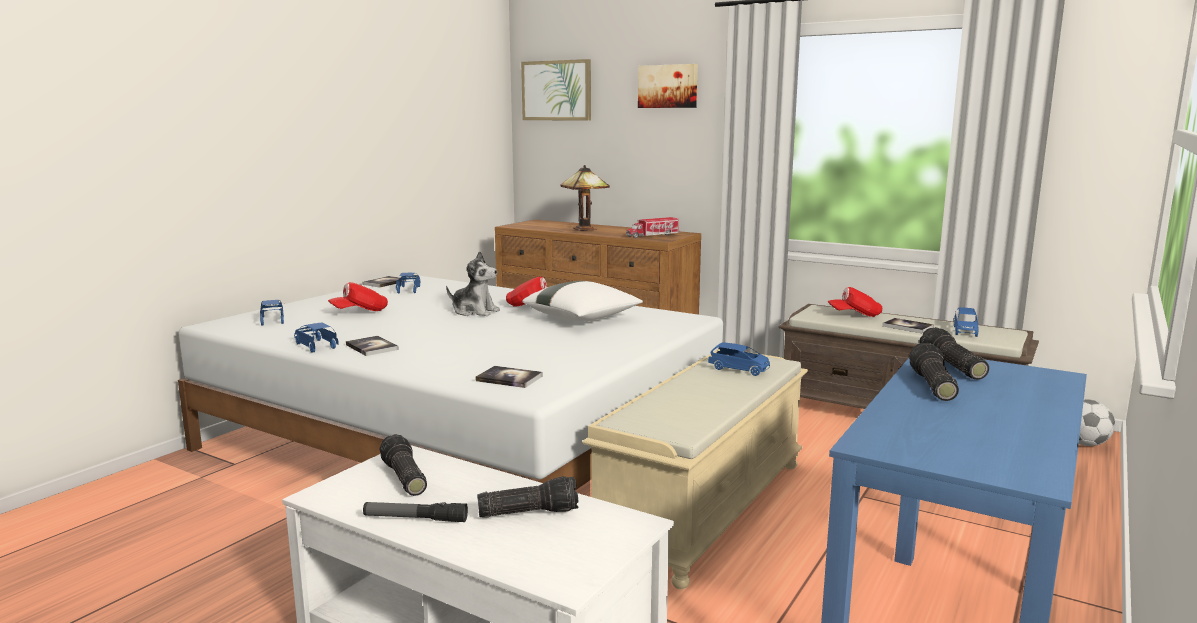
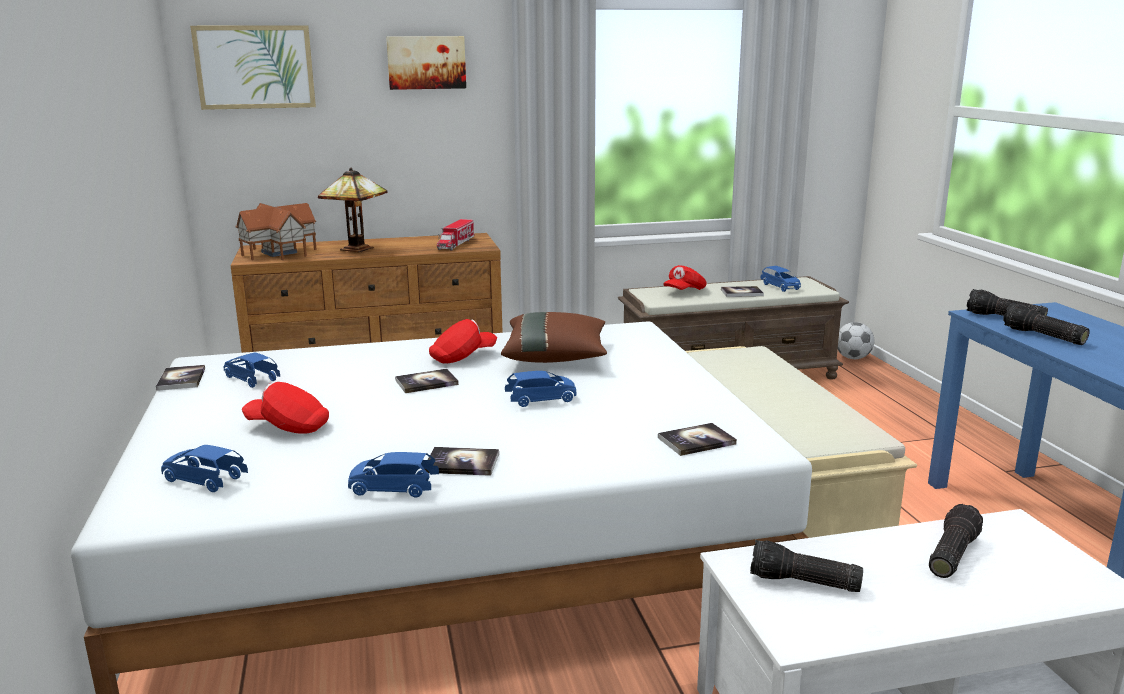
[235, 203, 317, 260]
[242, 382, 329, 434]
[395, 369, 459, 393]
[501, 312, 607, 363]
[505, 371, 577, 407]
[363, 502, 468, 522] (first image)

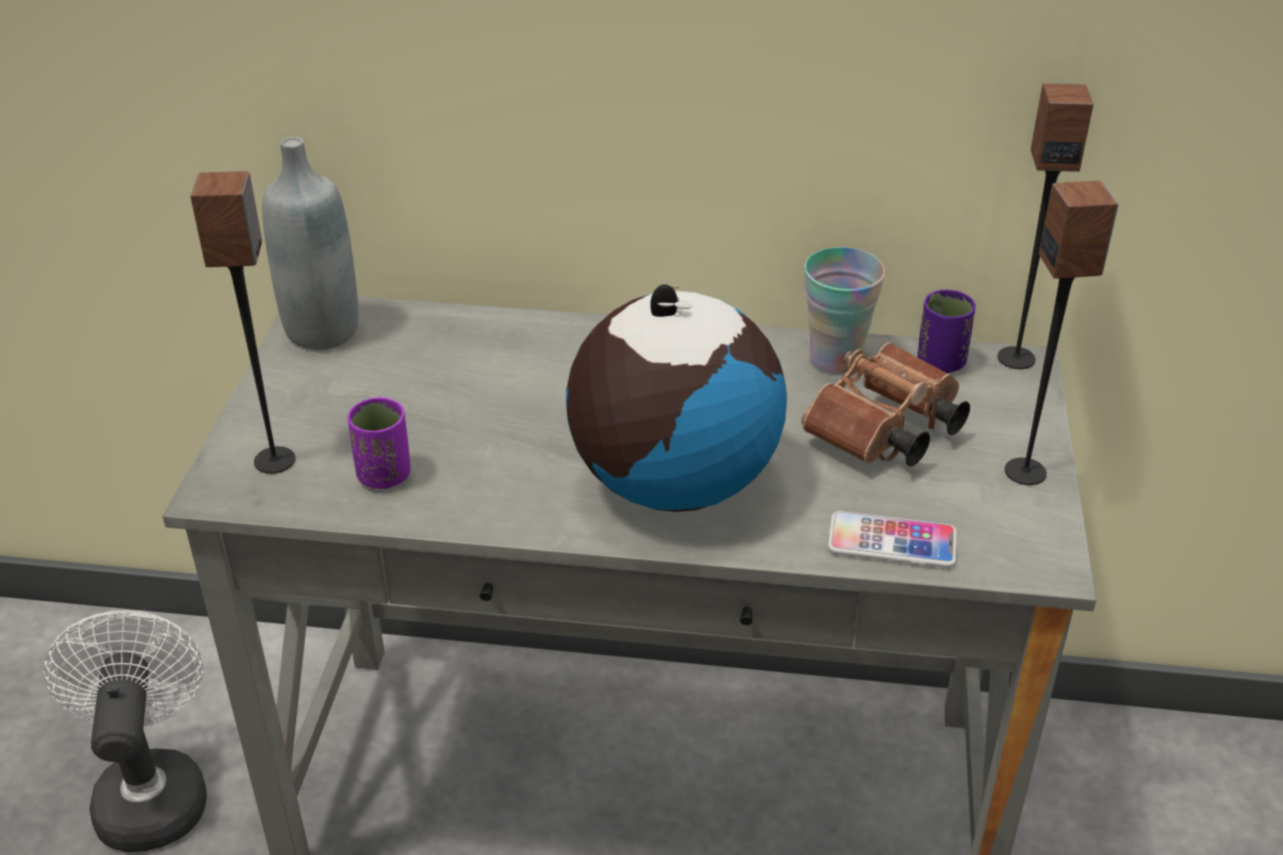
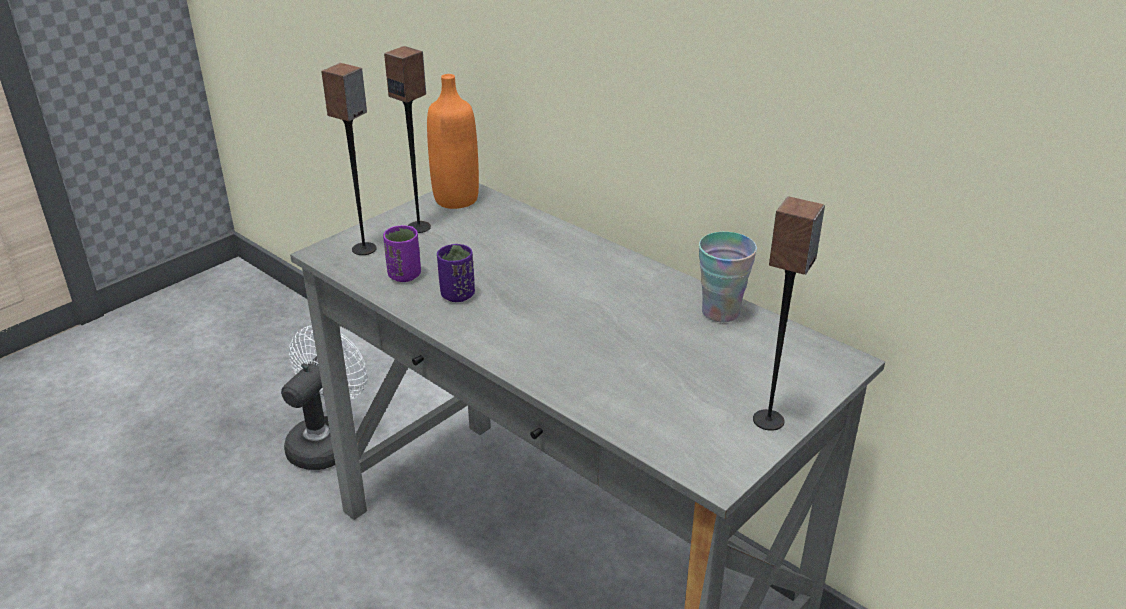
[384, 46, 431, 233]
[427, 74, 479, 209]
[437, 244, 475, 302]
[566, 284, 787, 512] (first image)
[802, 342, 970, 466] (first image)
[828, 511, 957, 568] (first image)

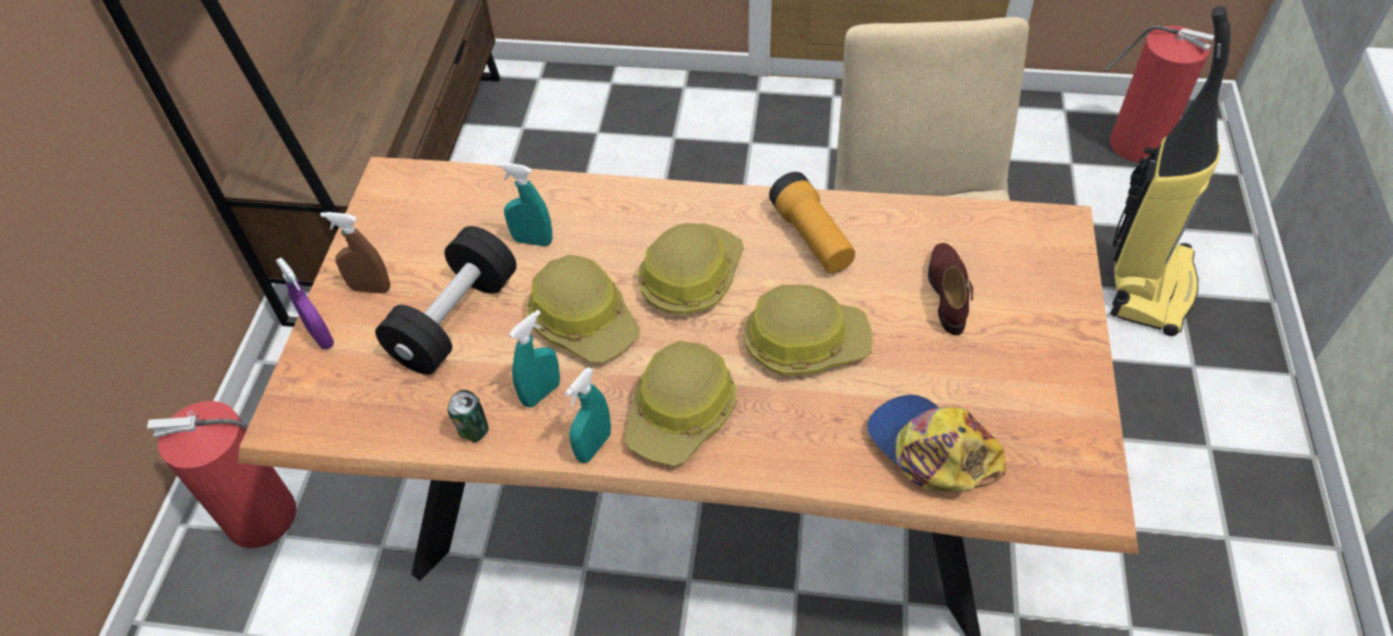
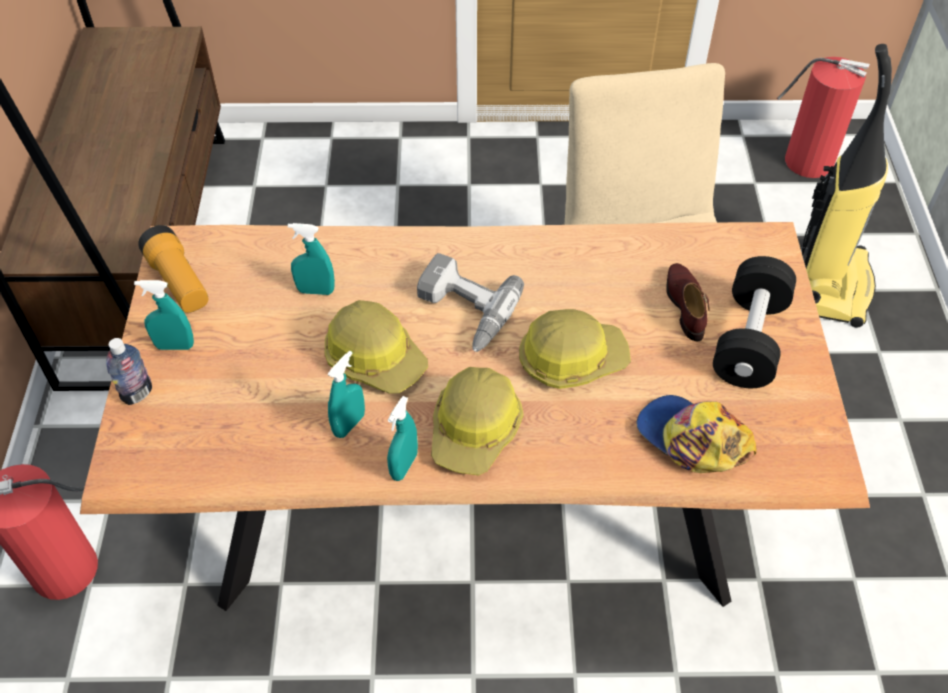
[106, 338, 152, 405]
[134, 280, 194, 350]
[138, 225, 208, 313]
[417, 253, 524, 352]
[713, 256, 796, 388]
[448, 390, 489, 443] (first image)

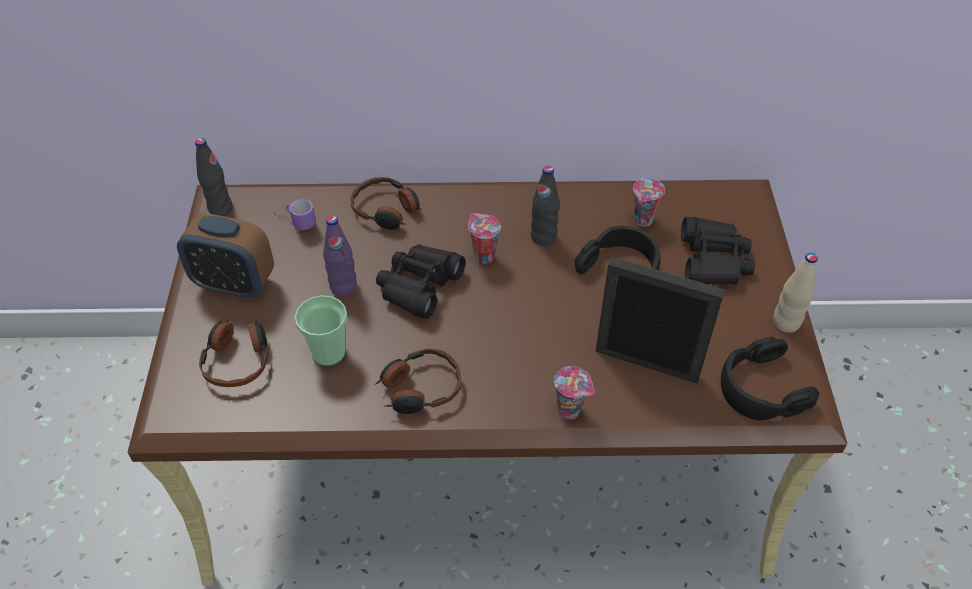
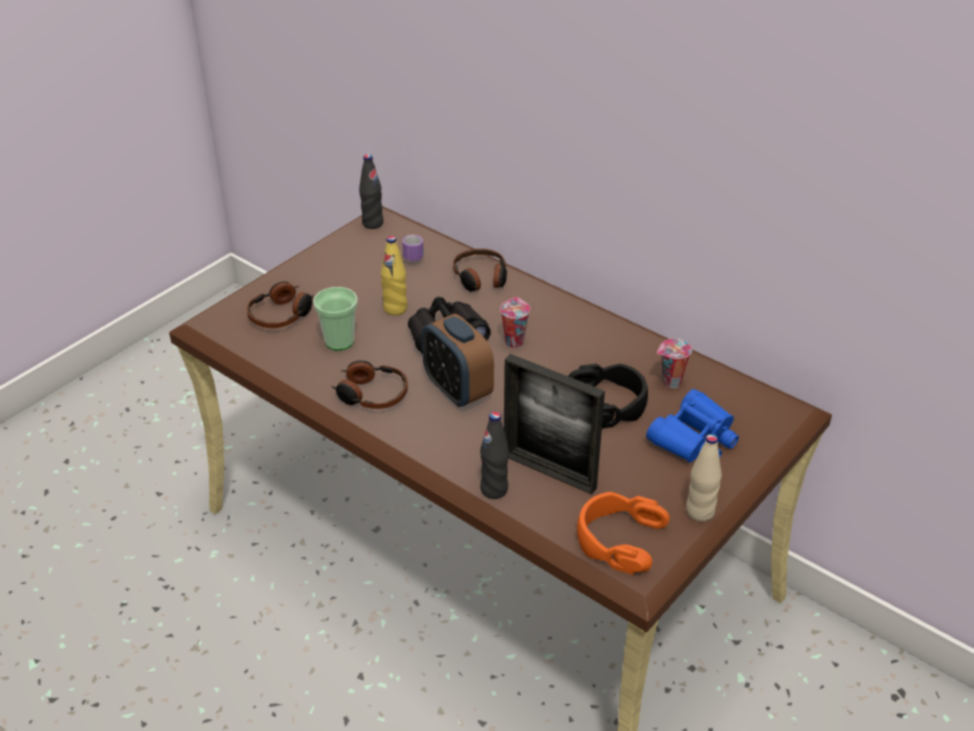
[381, 236, 407, 315]
[422, 314, 494, 407]
[480, 412, 509, 499]
[504, 354, 605, 495]
[577, 492, 670, 574]
[646, 389, 739, 463]
[554, 366, 594, 420] (first image)

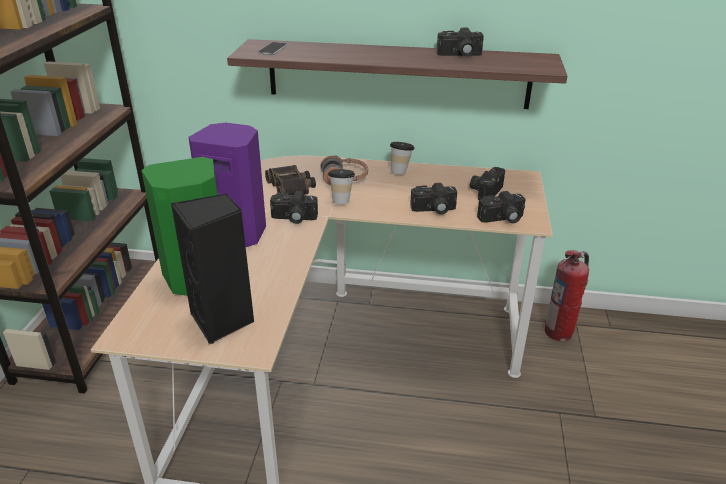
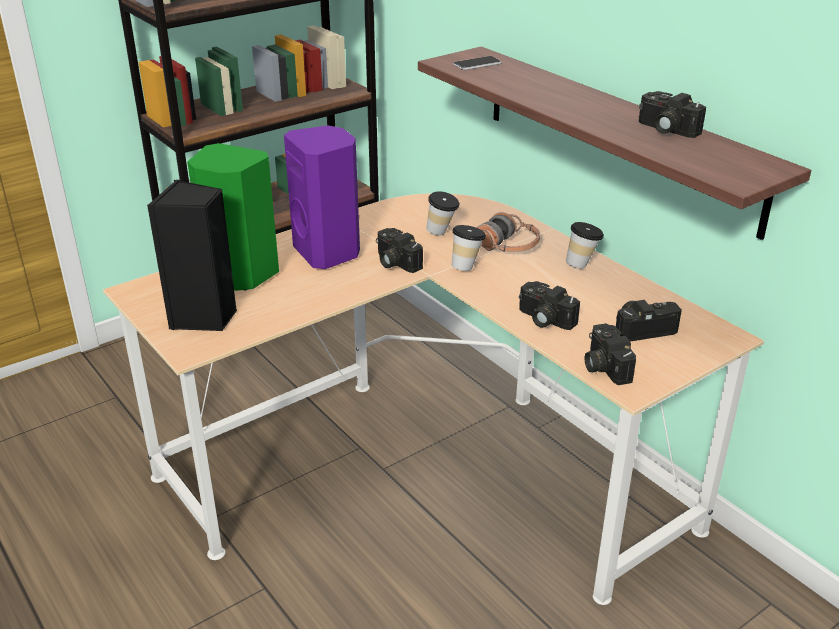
[426, 191, 460, 236]
[585, 323, 636, 385]
[545, 250, 589, 341] (first image)

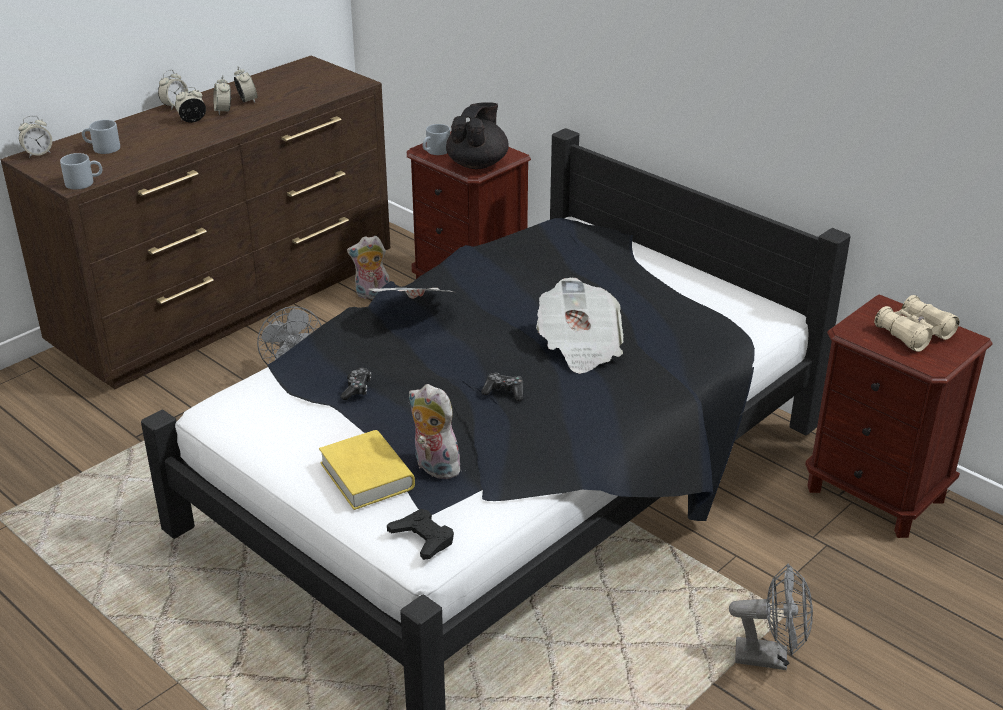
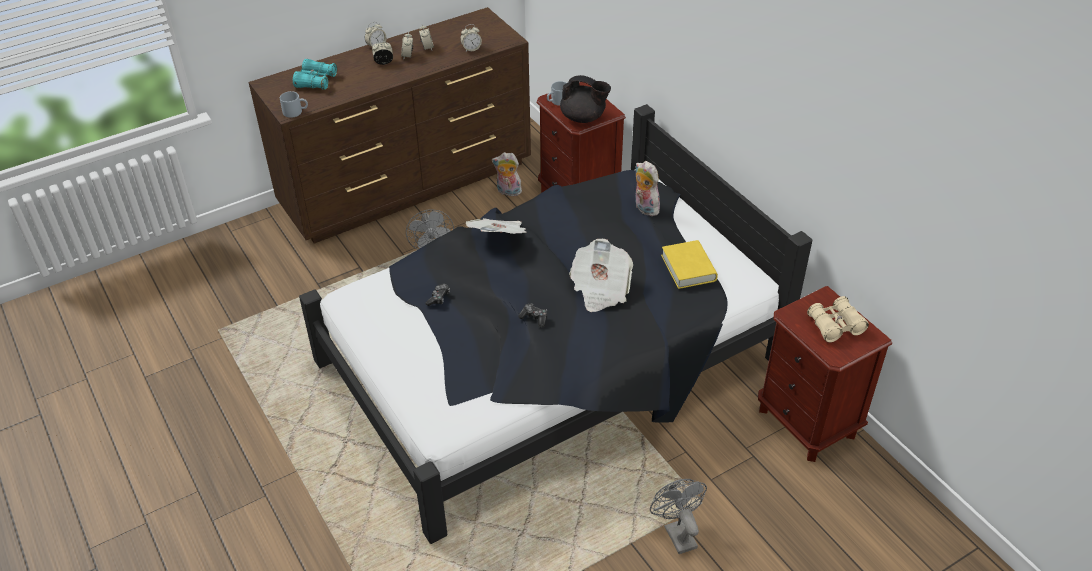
[293, 59, 337, 90]
[460, 24, 482, 52]
[560, 75, 611, 123]
[635, 161, 660, 216]
[650, 479, 707, 554]
[661, 240, 718, 289]
[387, 509, 454, 560] (first image)

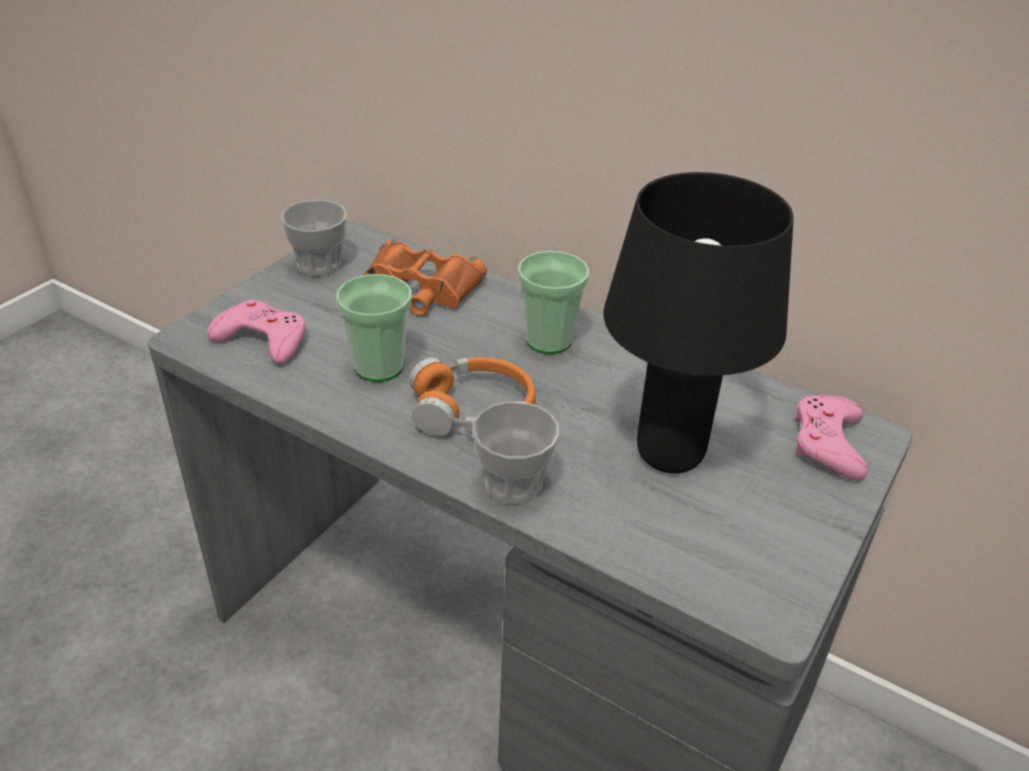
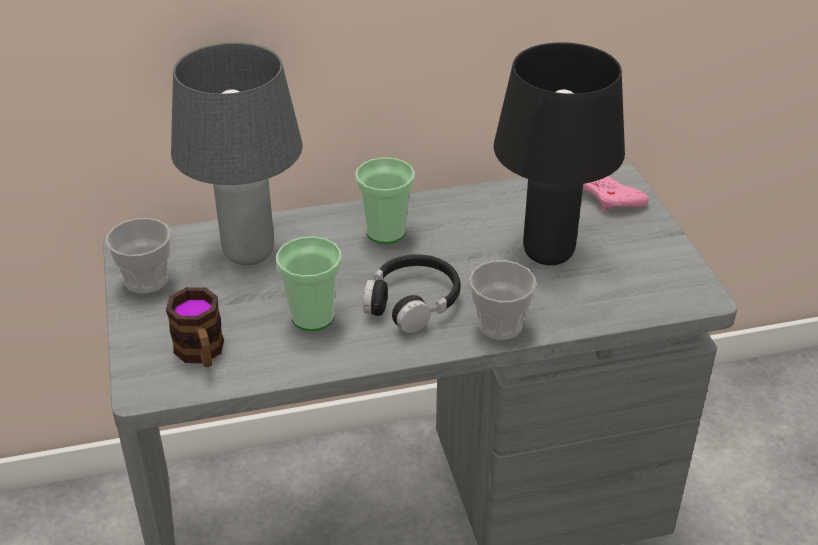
[166, 287, 224, 367]
[171, 42, 303, 265]
[363, 254, 461, 333]

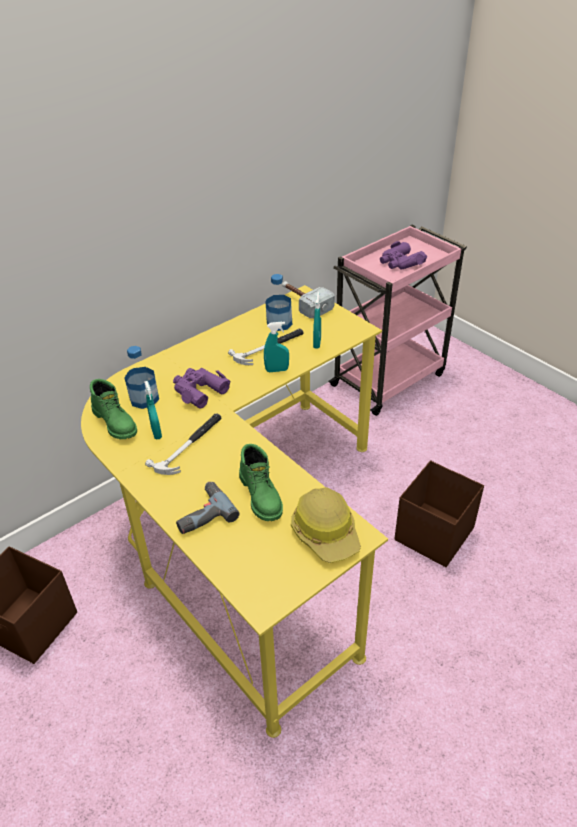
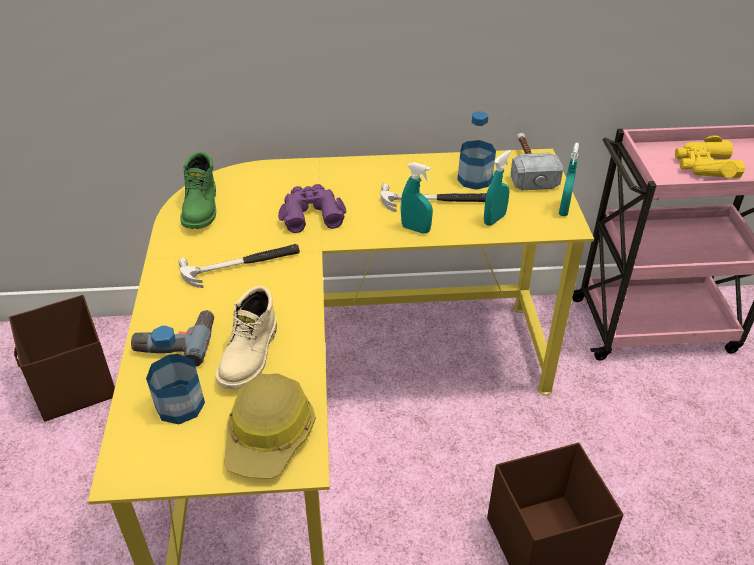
[146, 326, 205, 424]
[216, 286, 277, 390]
[559, 143, 579, 216]
[675, 136, 745, 178]

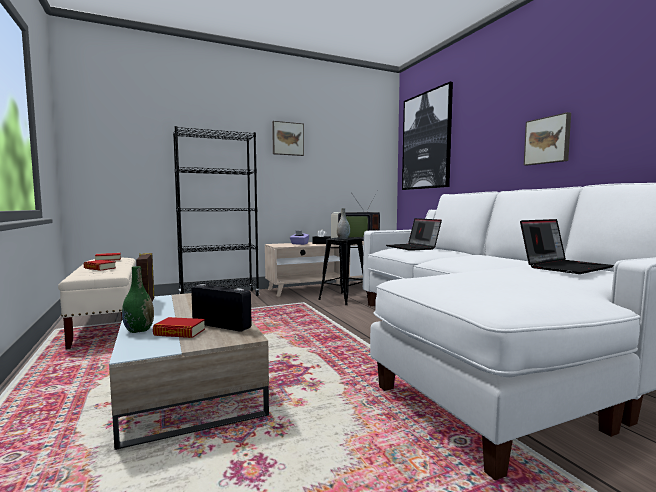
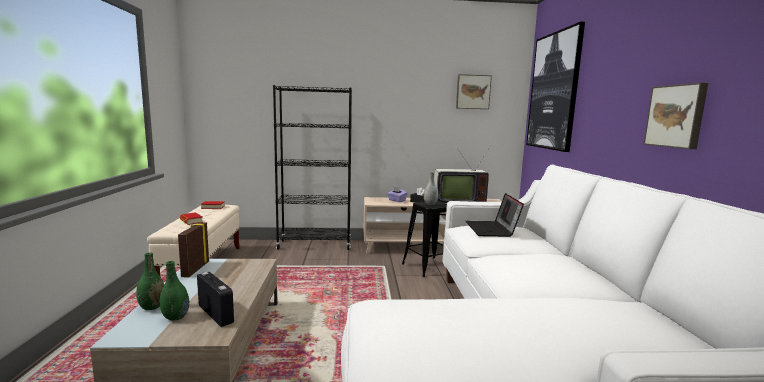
[160, 261, 189, 321]
[456, 74, 492, 109]
[520, 219, 614, 274] (first image)

